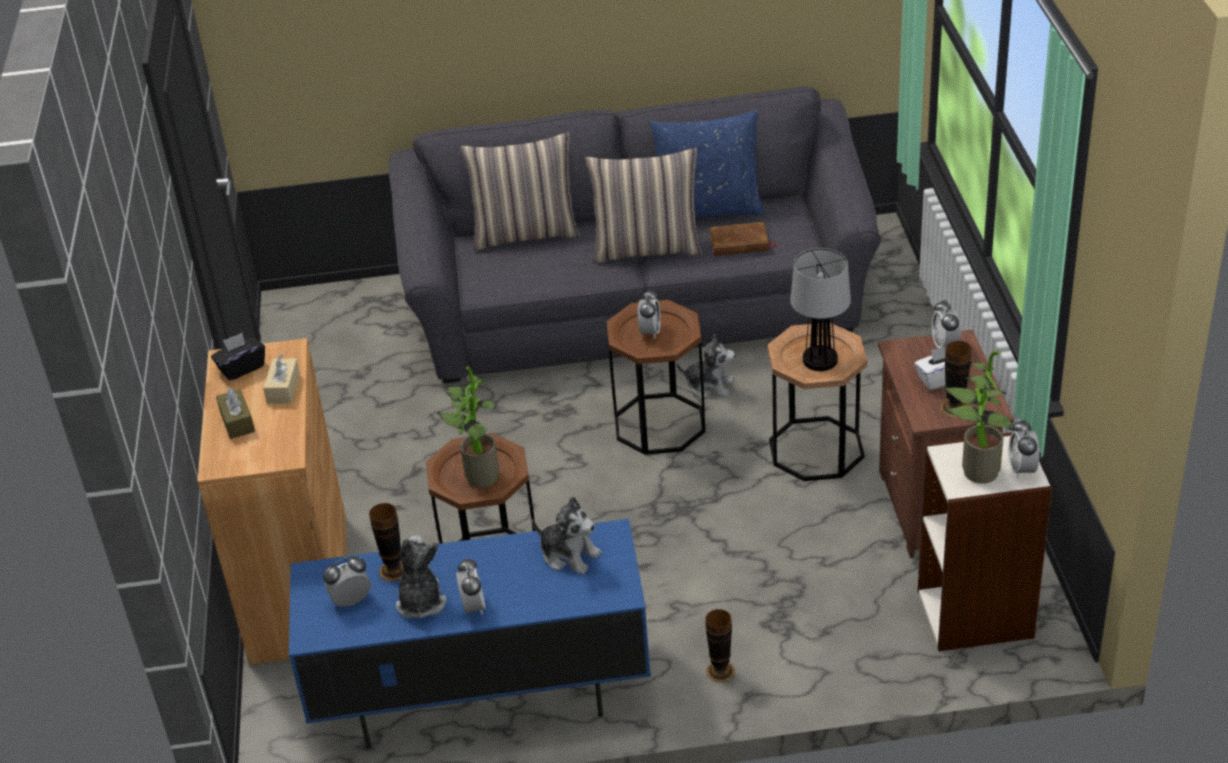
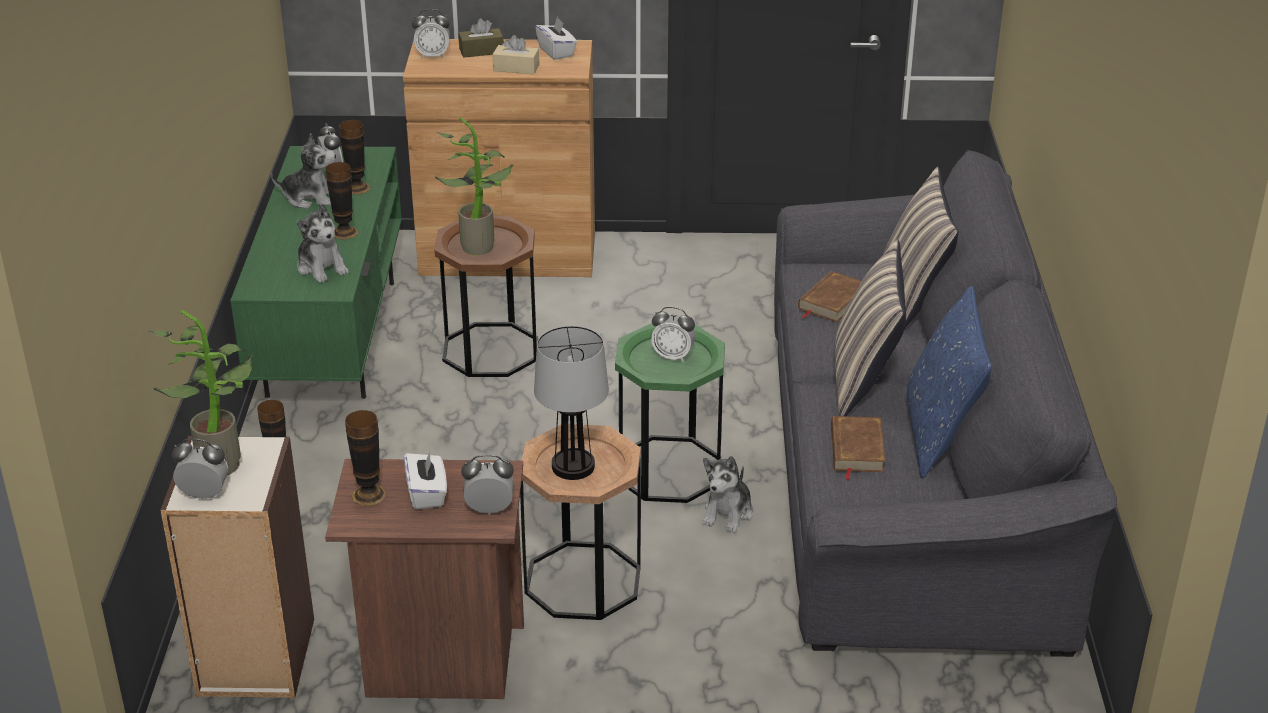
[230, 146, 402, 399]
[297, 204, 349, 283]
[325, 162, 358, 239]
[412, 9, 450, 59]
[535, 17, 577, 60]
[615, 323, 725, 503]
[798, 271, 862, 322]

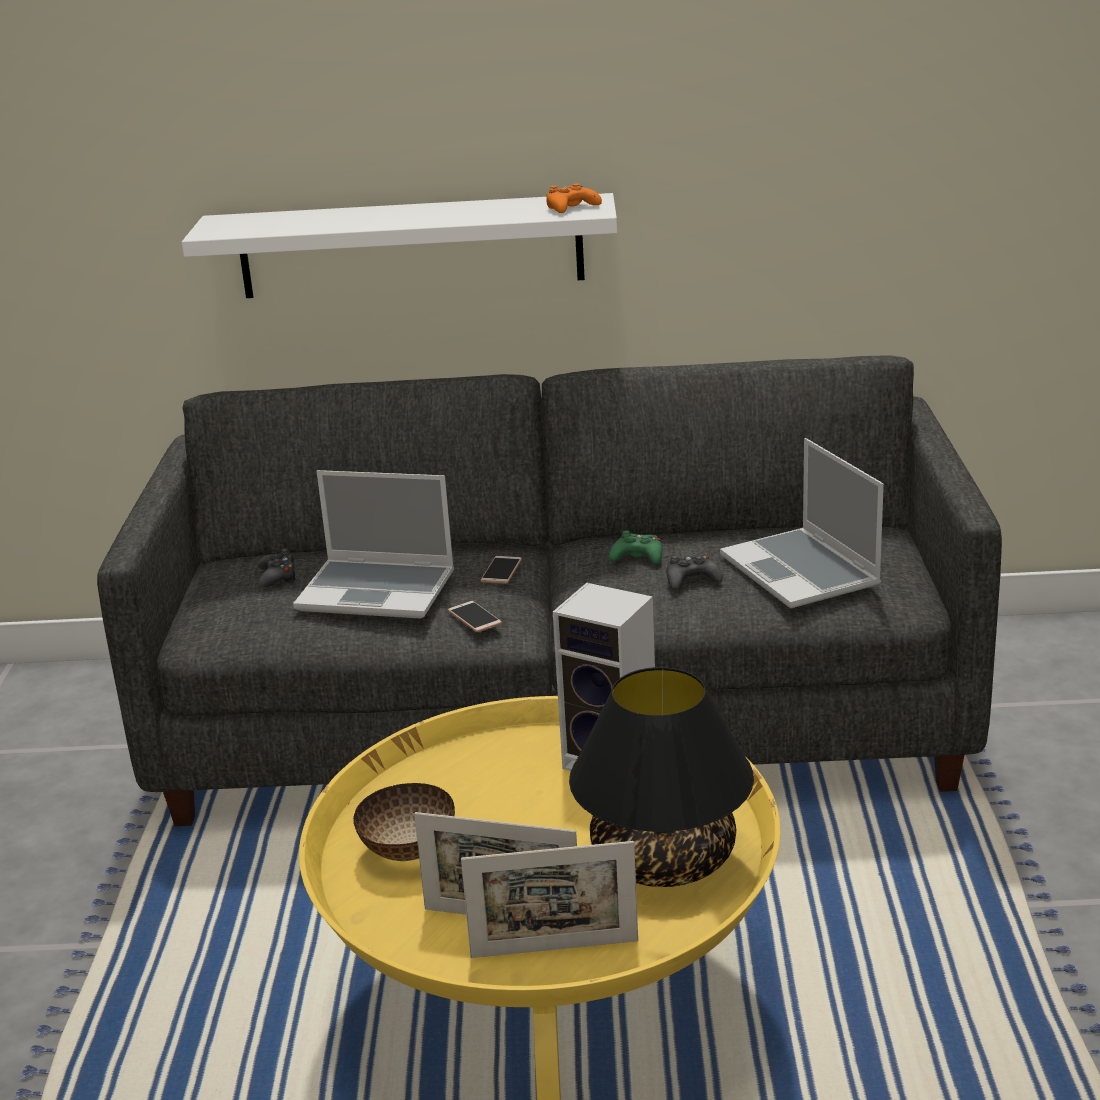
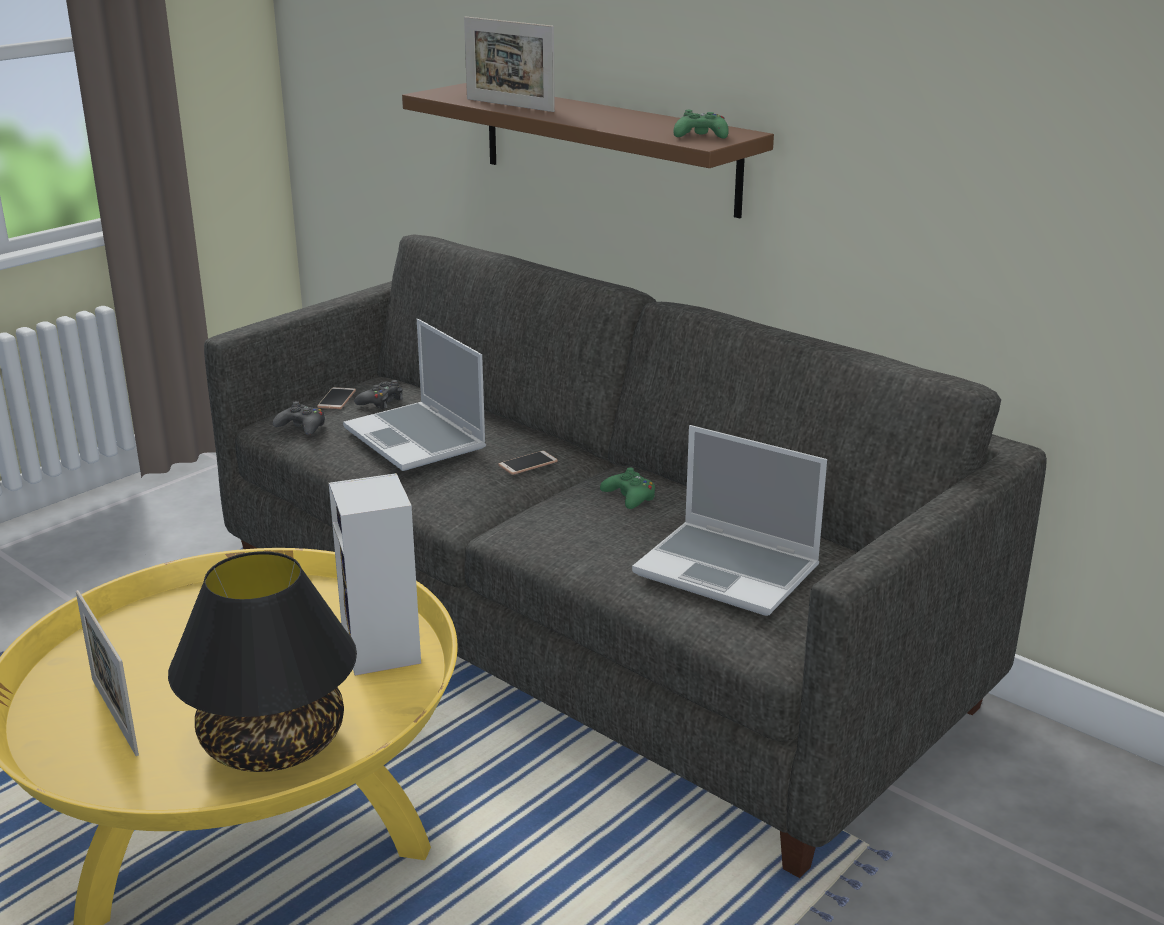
[273, 401, 325, 435]
[317, 387, 356, 409]
[402, 83, 774, 218]
[464, 16, 555, 112]
[632, 425, 827, 616]
[673, 110, 729, 139]
[353, 783, 455, 861] (first image)

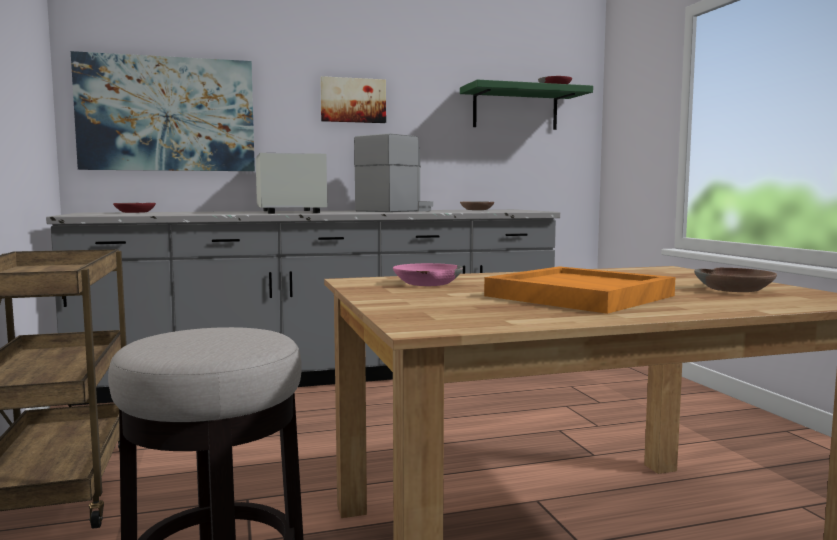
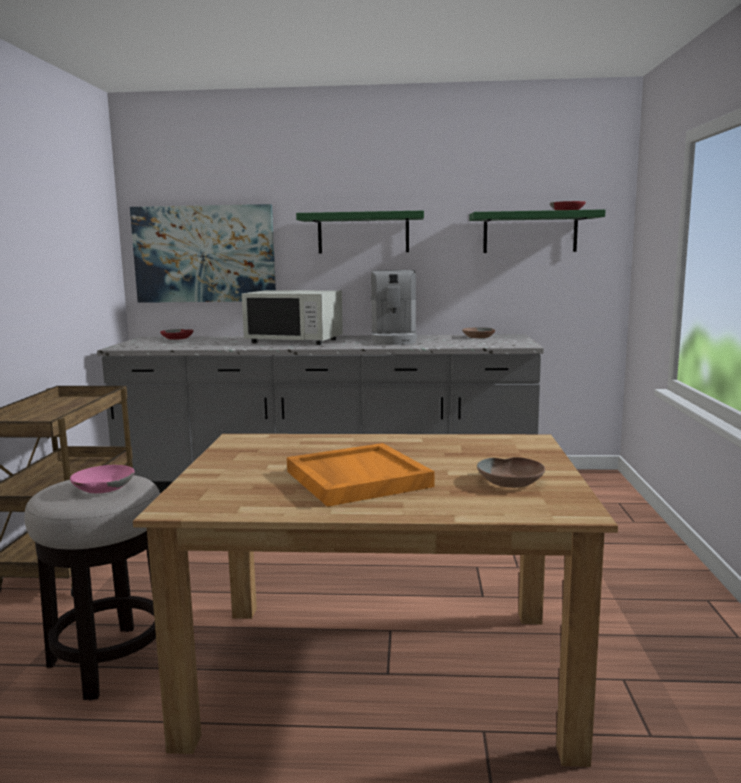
[70, 465, 135, 493]
[242, 290, 343, 345]
[296, 211, 424, 253]
[371, 270, 417, 345]

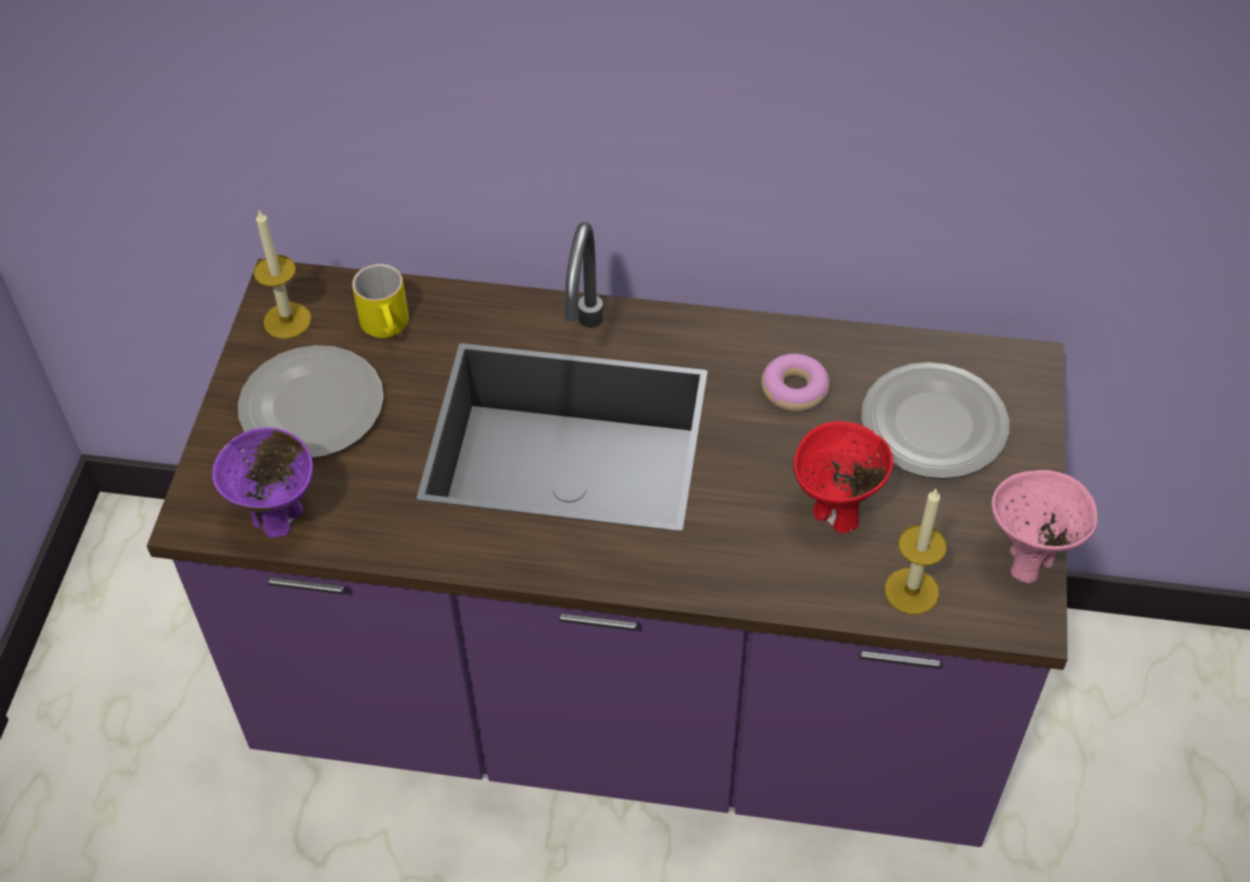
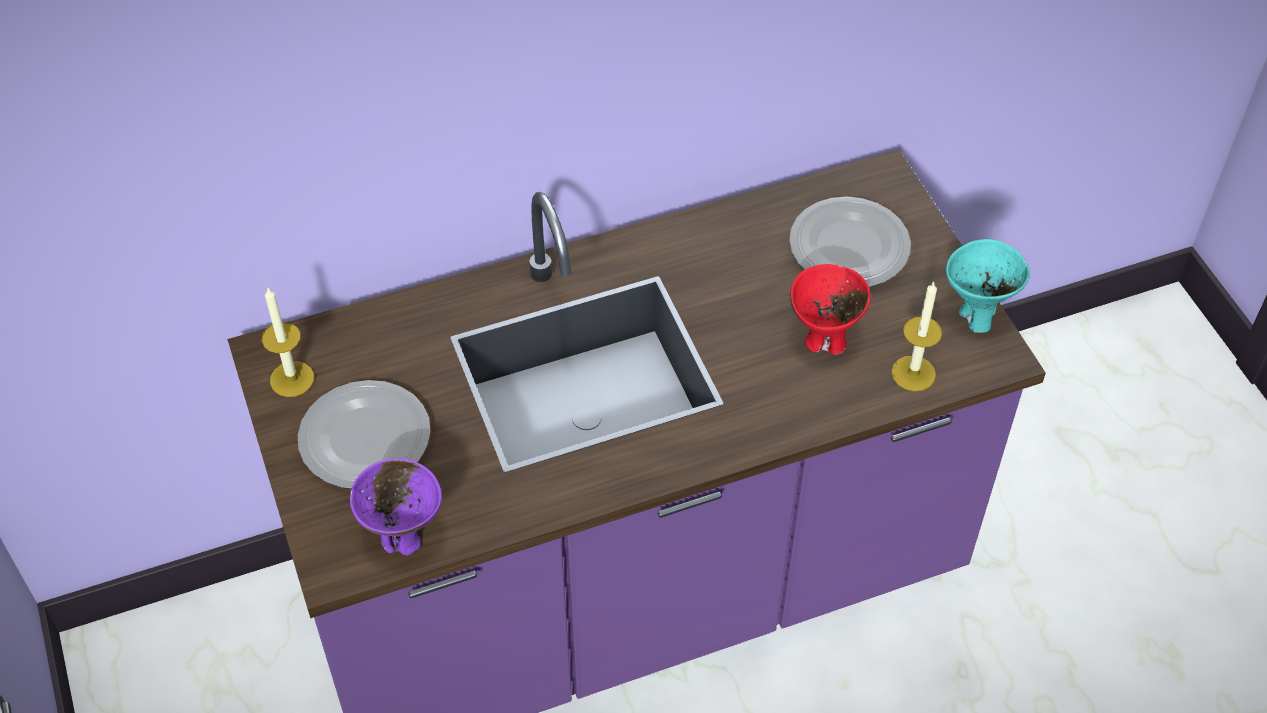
[946, 239, 1030, 333]
[352, 264, 409, 338] (first image)
[761, 354, 830, 412] (first image)

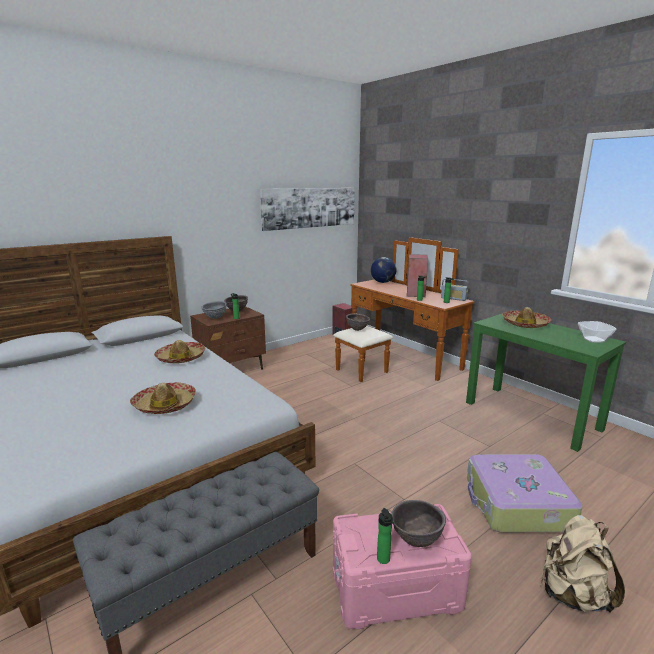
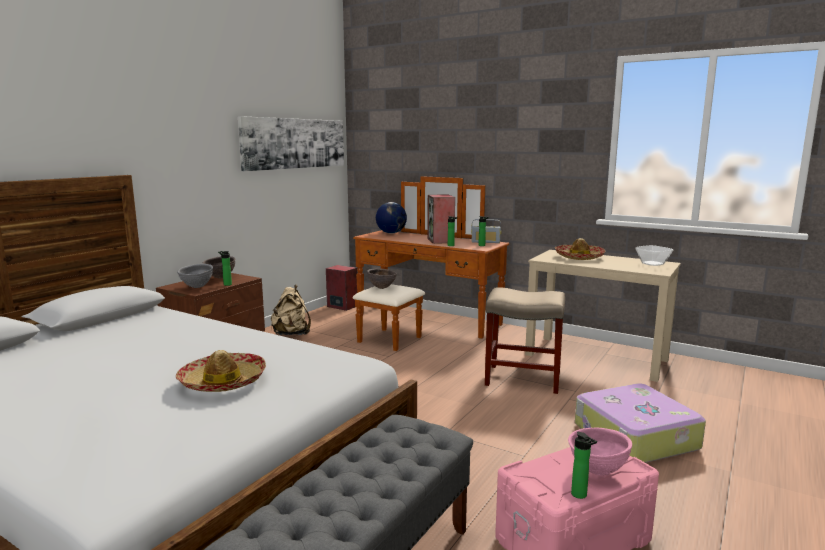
[271, 285, 311, 335]
[485, 287, 565, 394]
[525, 250, 681, 382]
[568, 428, 632, 476]
[154, 340, 205, 363] (first image)

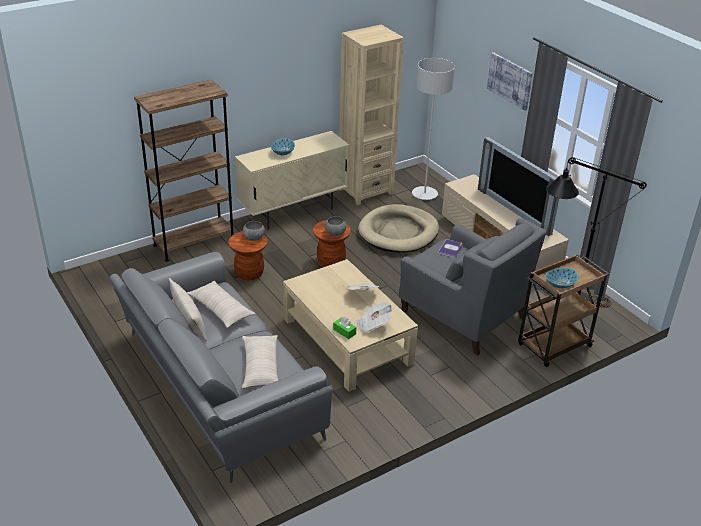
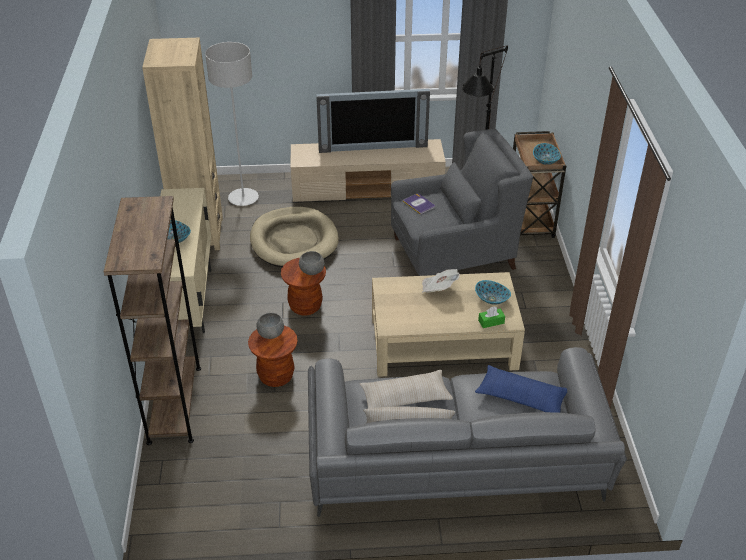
[475, 280, 511, 305]
[475, 365, 567, 413]
[487, 52, 533, 111] (first image)

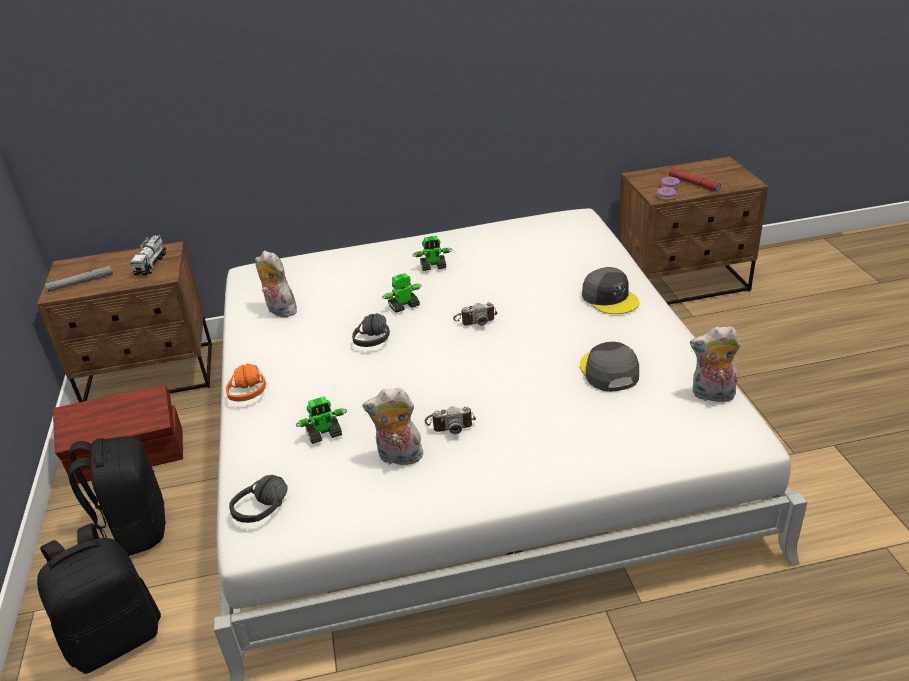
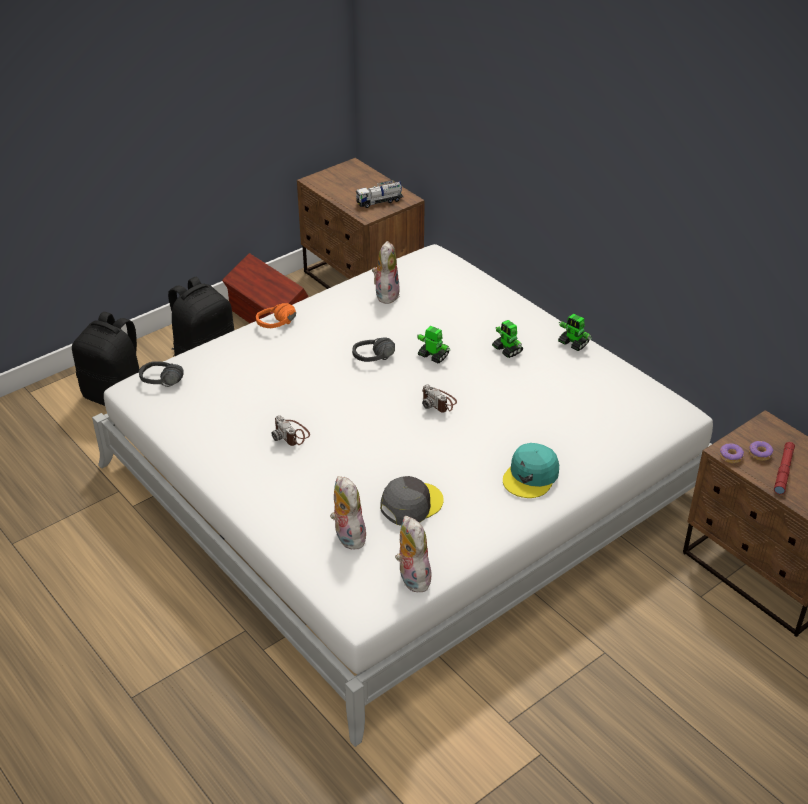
[330, 476, 366, 550]
[503, 443, 559, 498]
[558, 314, 592, 351]
[45, 266, 113, 292] (first image)

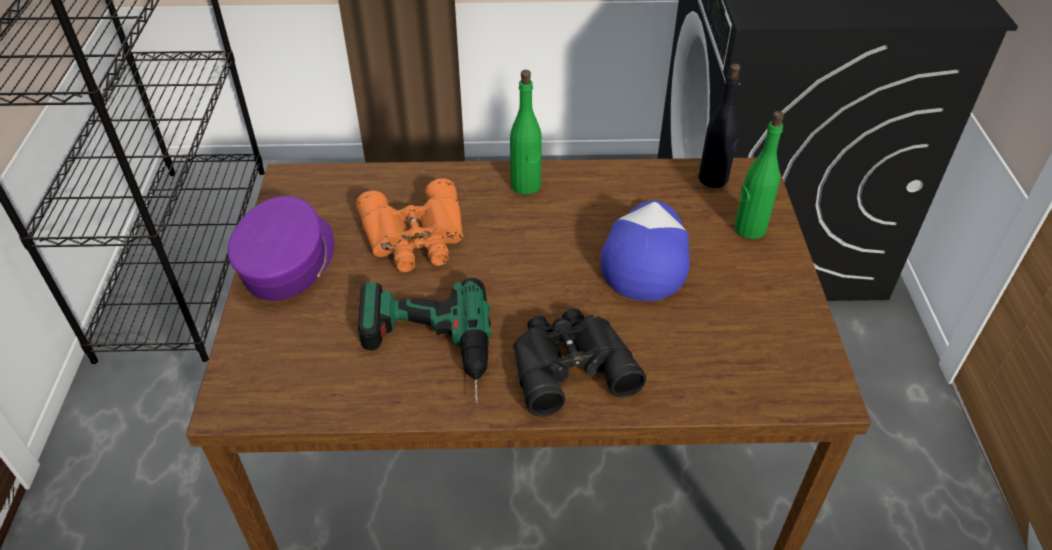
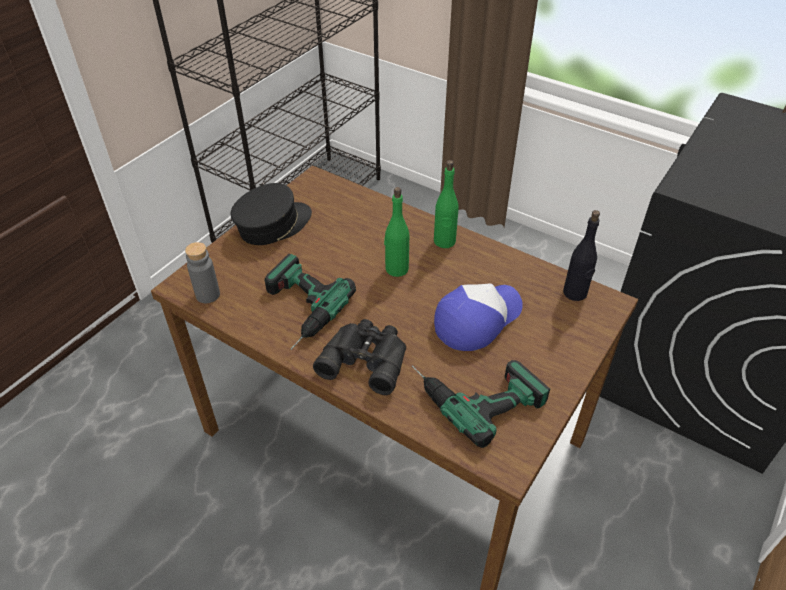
[185, 242, 220, 303]
[231, 183, 312, 245]
[384, 187, 409, 277]
[412, 360, 550, 448]
[356, 178, 463, 272] (first image)

